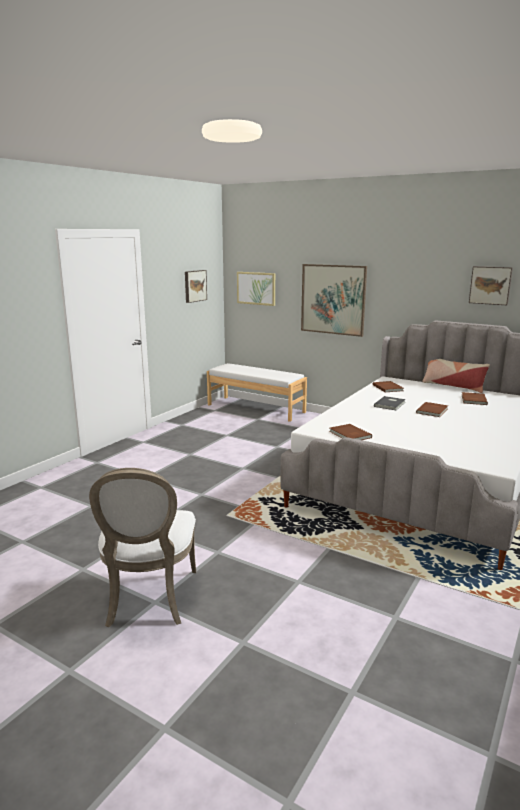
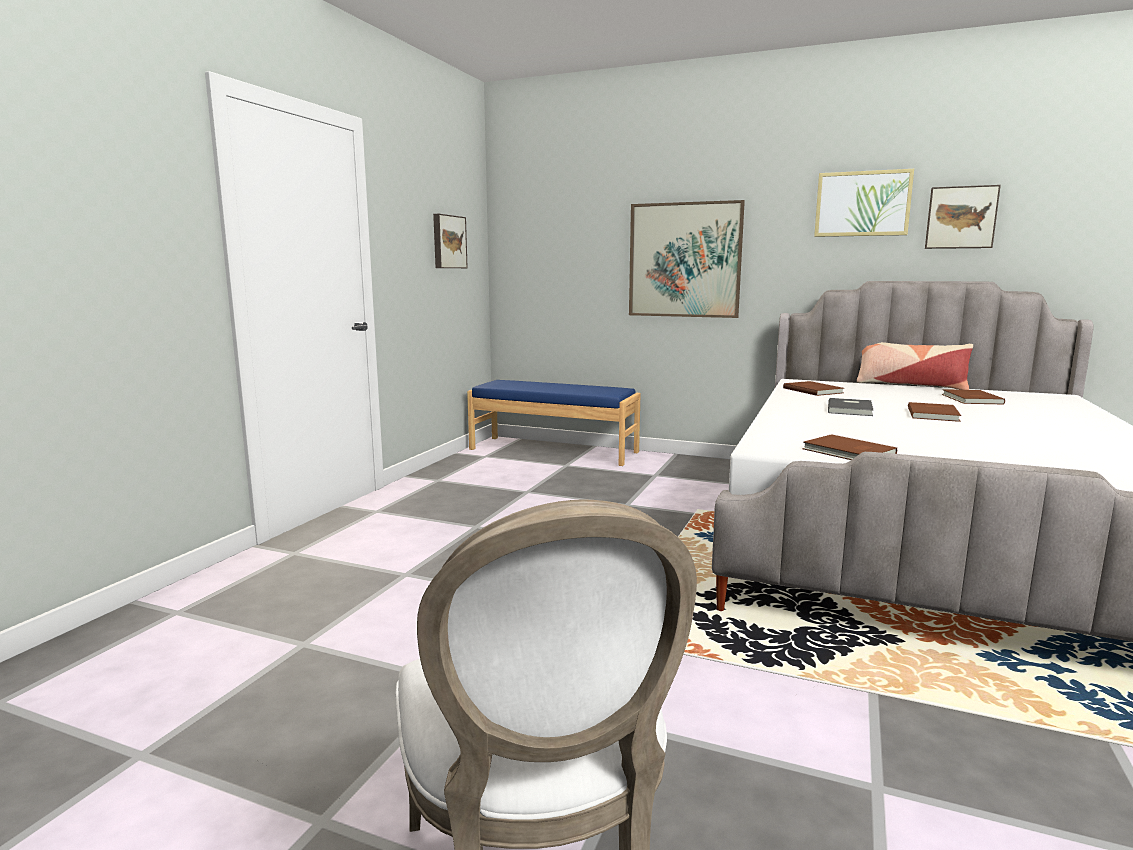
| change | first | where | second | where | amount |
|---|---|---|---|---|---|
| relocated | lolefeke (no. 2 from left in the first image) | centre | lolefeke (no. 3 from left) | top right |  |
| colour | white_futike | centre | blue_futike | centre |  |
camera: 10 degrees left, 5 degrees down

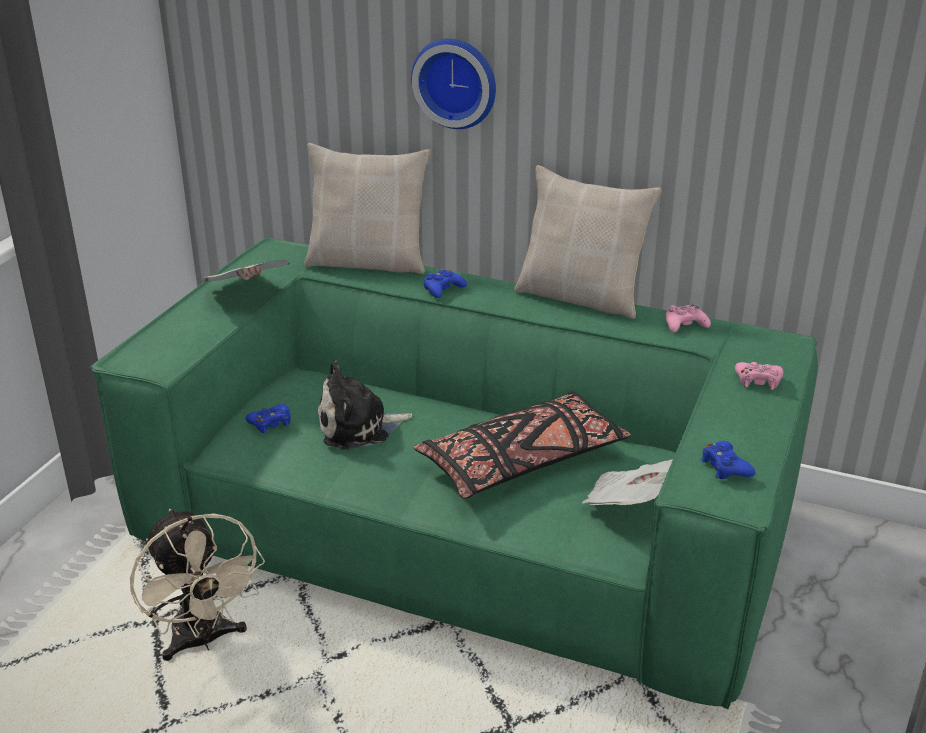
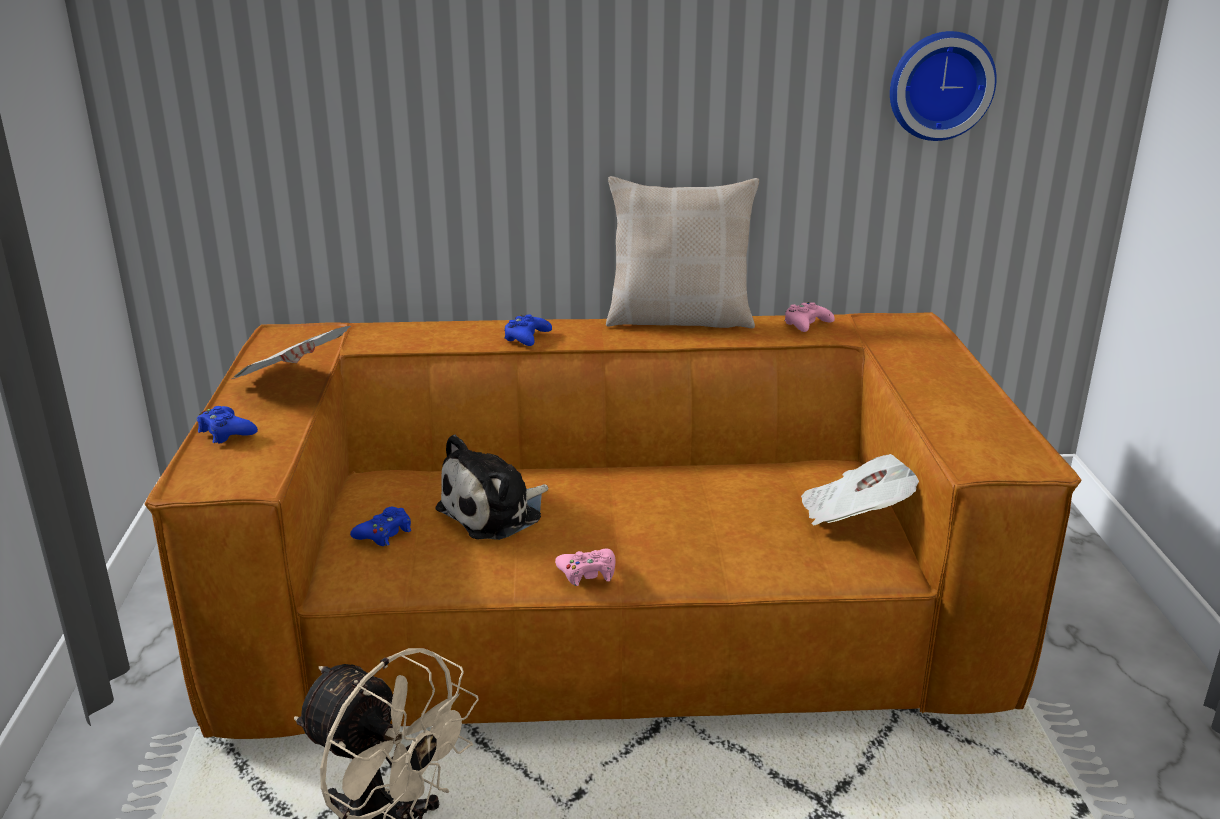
| change | first | where | second | where | amount |
|---|---|---|---|---|---|
| missing | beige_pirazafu (no. 1 from left) | top centre |  |  |  |
| missing | black_pirazafu | centre |  |  |  |
| relocated | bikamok | top centre |  | top right |  |
| relocated | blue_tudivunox (no. 3 from left in the first image) | middle right | blue_tudivunox (no. 1 from left) | middle left |  |
| relocated | pink_tudivunox (no. 2 from left in the first image) | middle right | pink_tudivunox (no. 1 from left) | bottom centre |  |
| colour | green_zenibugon | centre | brown_zenibugon | centre |  |
camera: 25 degrees left, 5 degrees down

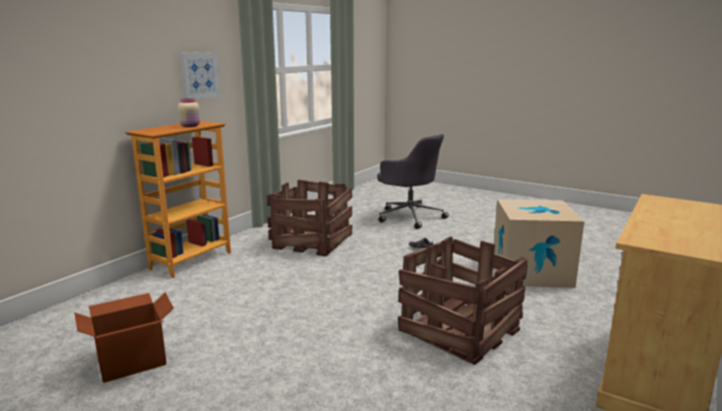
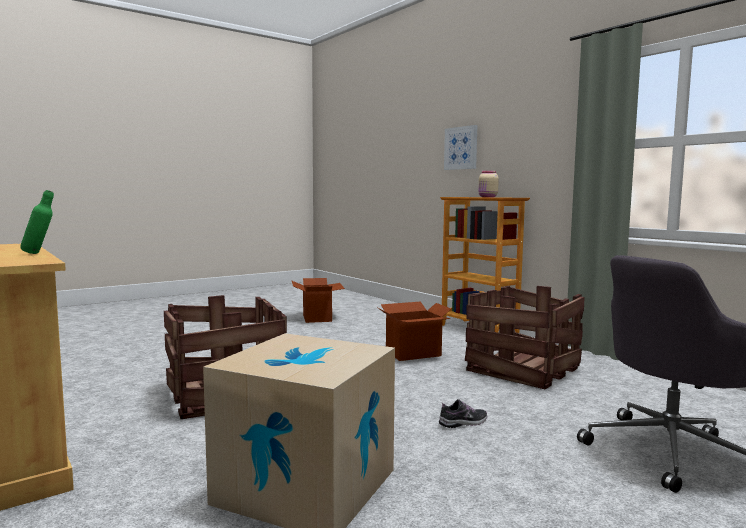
| change | first | where | second | where | amount |
|---|---|---|---|---|---|
| appeared |  |  | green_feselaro | middle left |  |
| appeared |  |  | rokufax (no. 3 from left) | centre |  |
| relocated | lolefeke | top left |  | top centre |  |
camera: 110 degrees right, 10 degrees down

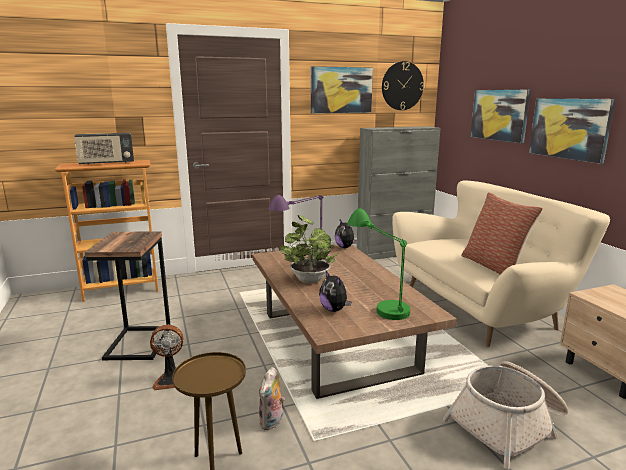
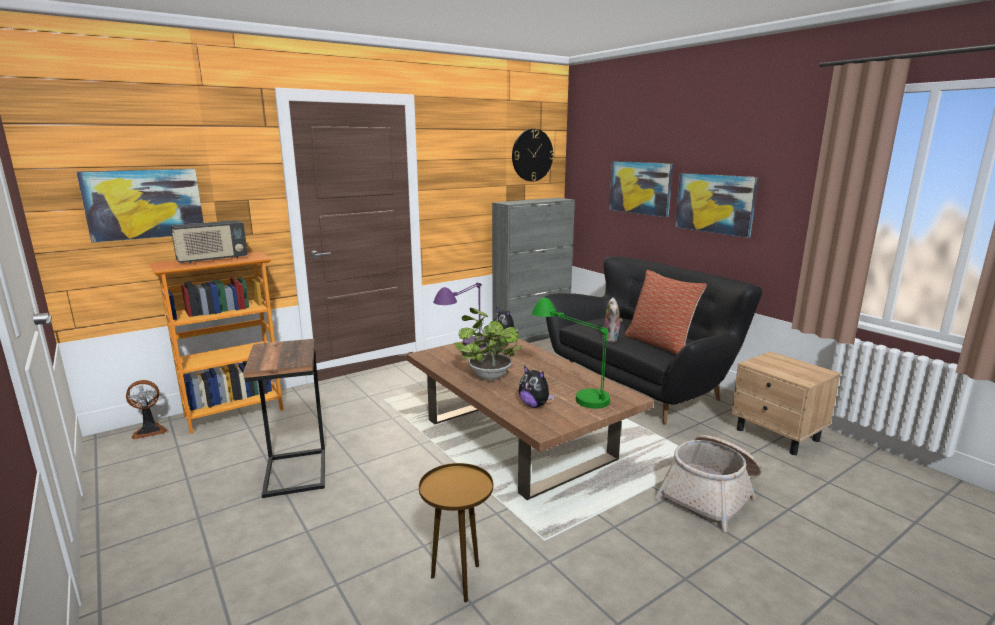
| change | first | where | second | where | amount |
|---|---|---|---|---|---|
| relocated | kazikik | bottom left |  | middle left |  |
| relocated | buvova (no. 1 from left in the first image) | bottom centre | buvova (no. 3 from left) | centre |  |
| relocated | lolefeke (no. 1 from left) | top centre |  | top left |  |
| colour | beige_zenibugon | middle right | black_zenibugon | centre |  |
camera: 15 degrees left, 0 degrees up

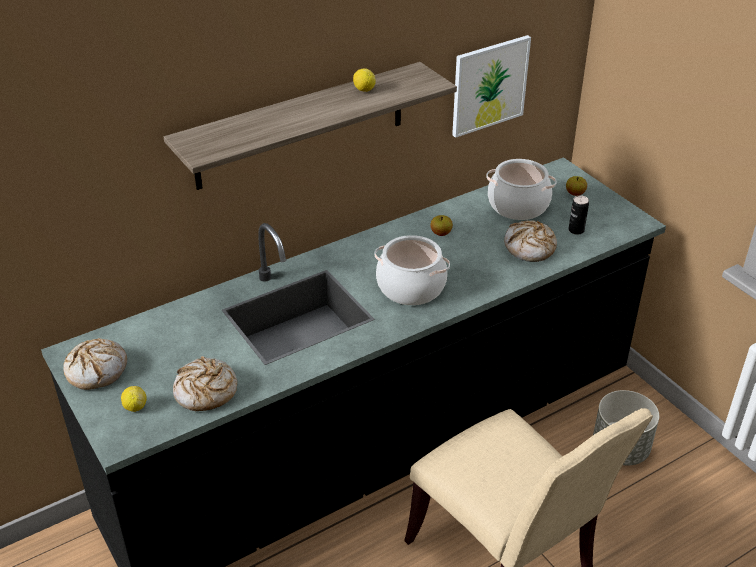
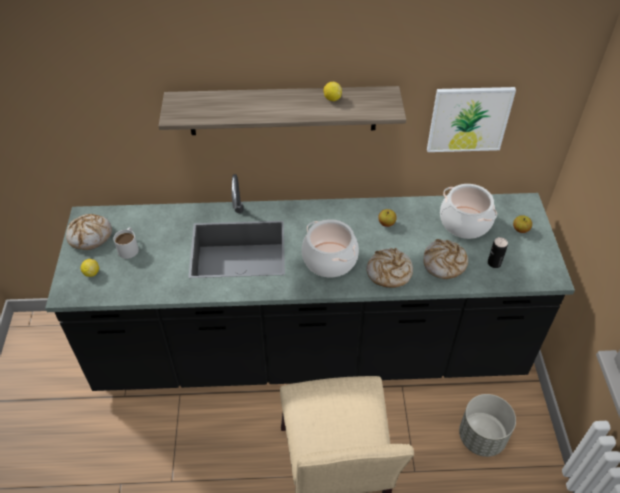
| change | first | where | second | where | amount |
|---|---|---|---|---|---|
| appeared |  |  | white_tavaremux | middle left |  |
| relocated | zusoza (no. 2 from left) | bottom left |  | centre |  |
camera: 30 degrees right, 10 degrees up

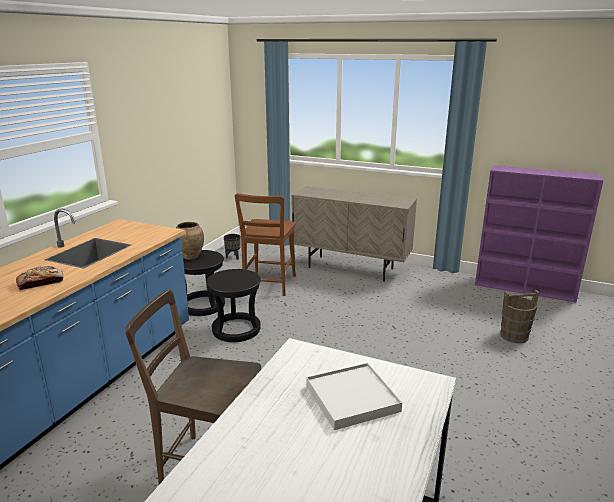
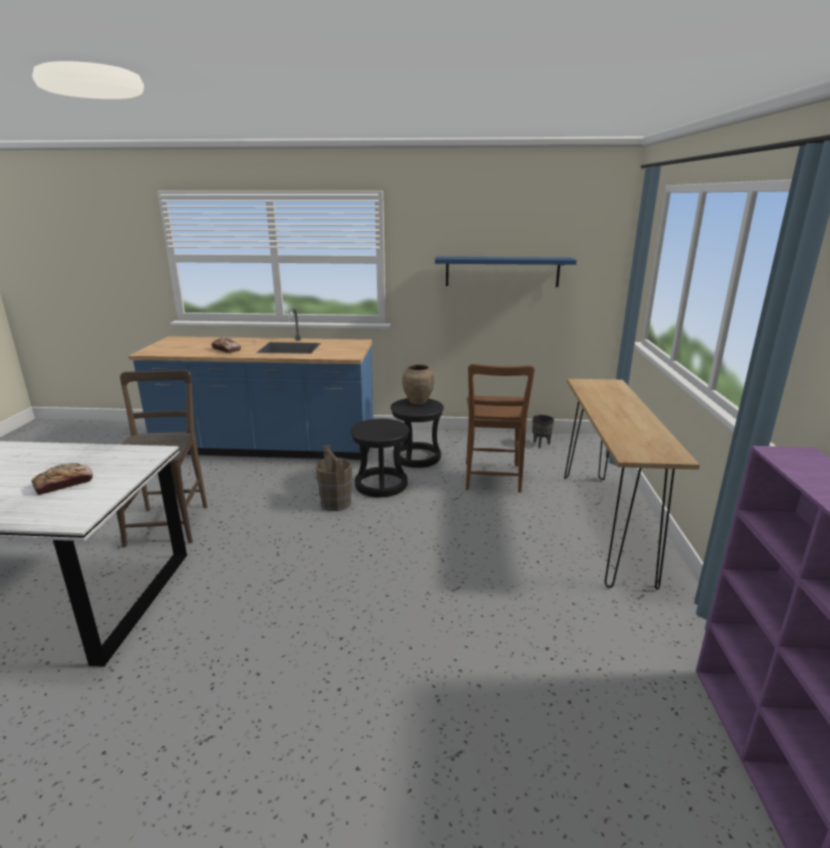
| change | first | where | second | where | amount |
|---|---|---|---|---|---|
| appeared |  |  | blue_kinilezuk | top centre |  |
| relocated | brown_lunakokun | middle right |  | centre |  |
| exchanged | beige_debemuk | centre | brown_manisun | middle right |  |
| exchanged | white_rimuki | bottom centre | zusoza (no. 1 from left) | middle left |  |
| spun | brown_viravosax (no. 2 from left) | centre |  | centre | 75 degrees counterclockwise |
camera: 70 degrees right, 0 degrees up

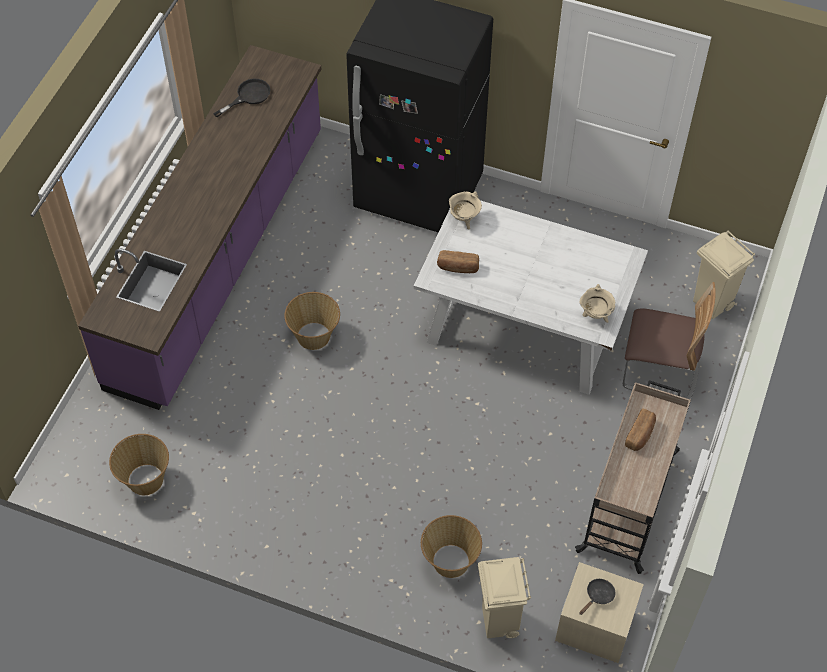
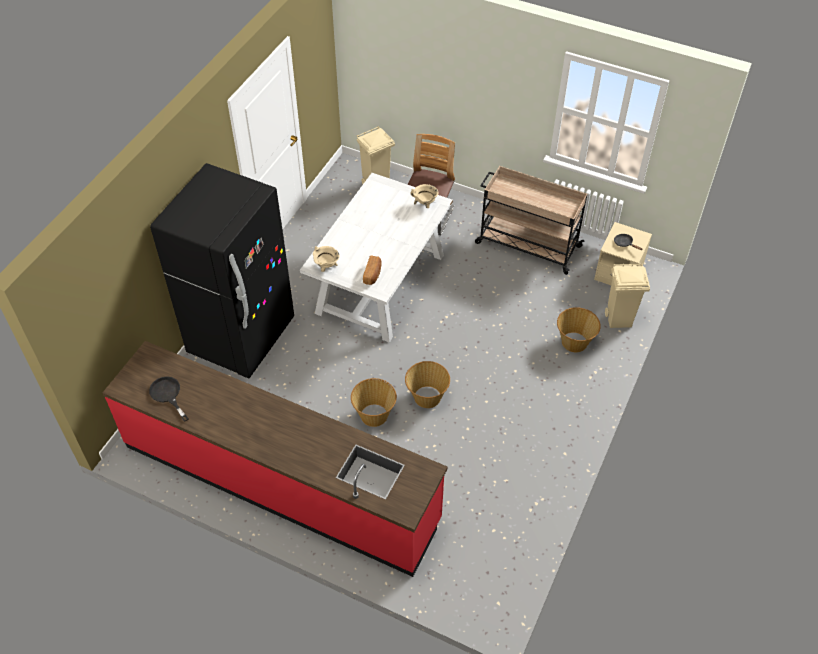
| change | first | where | second | where | amount |
|---|---|---|---|---|---|
| missing | zusoza (no. 2 from left) | middle right |  |  |  |
| relocated | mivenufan (no. 1 from left in the first image) | bottom left | mivenufan (no. 2 from left) | centre |  |
| colour | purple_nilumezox | middle left | red_nilumezox | bottom centre |  |
camera: 85 degrees left, 5 degrees down

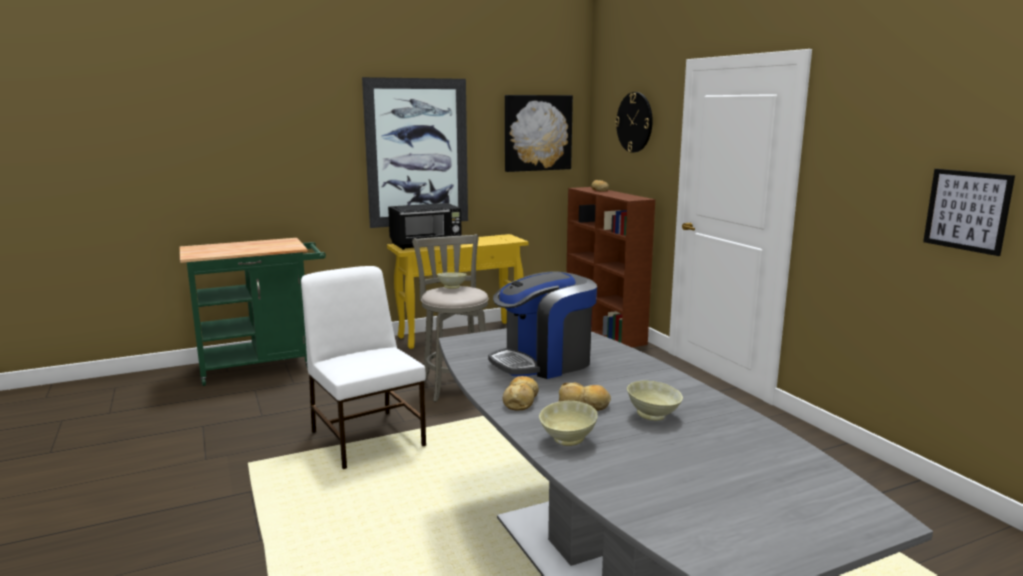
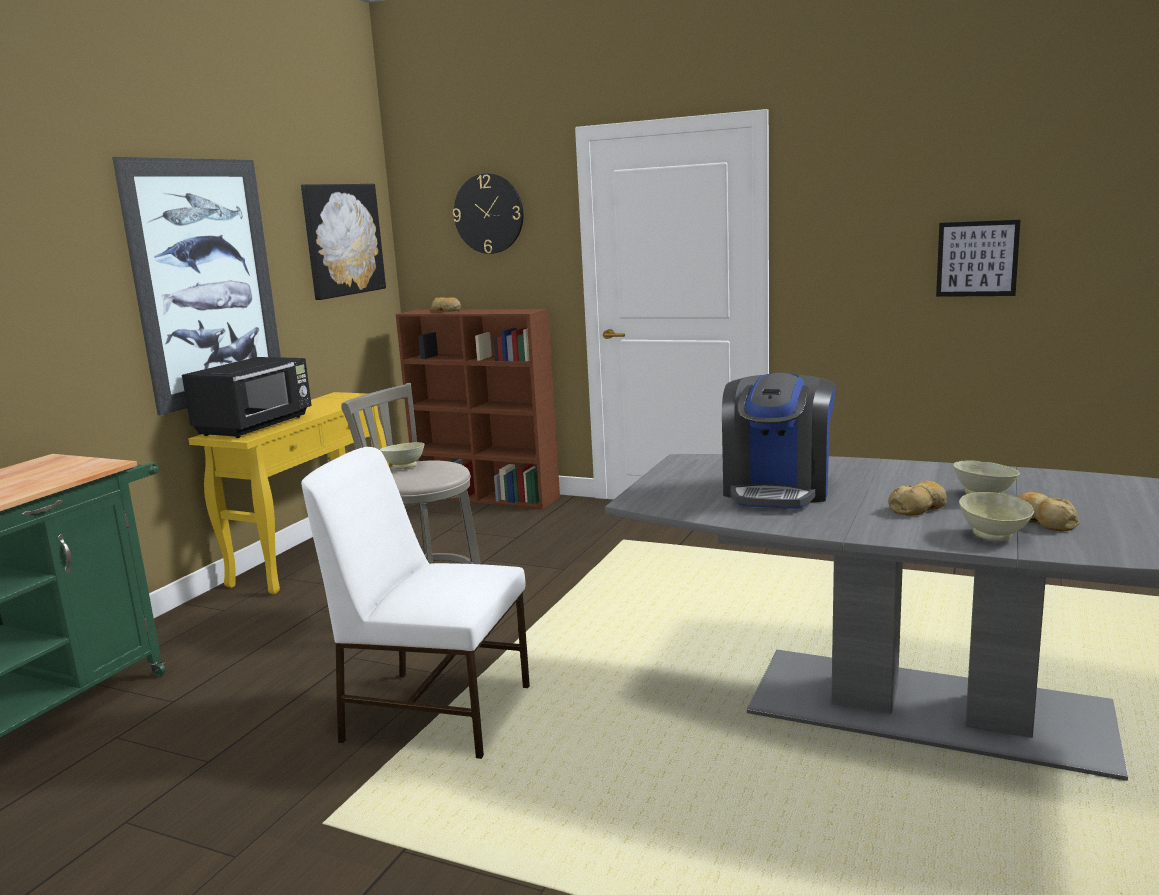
| change | first | where | second | where | amount |
|---|---|---|---|---|---|
| relocated | zusoza (no. 1 from left in the first image) | bottom centre | zusoza (no. 3 from left) | middle right |  |
camera: 40 degrees left, 0 degrees up

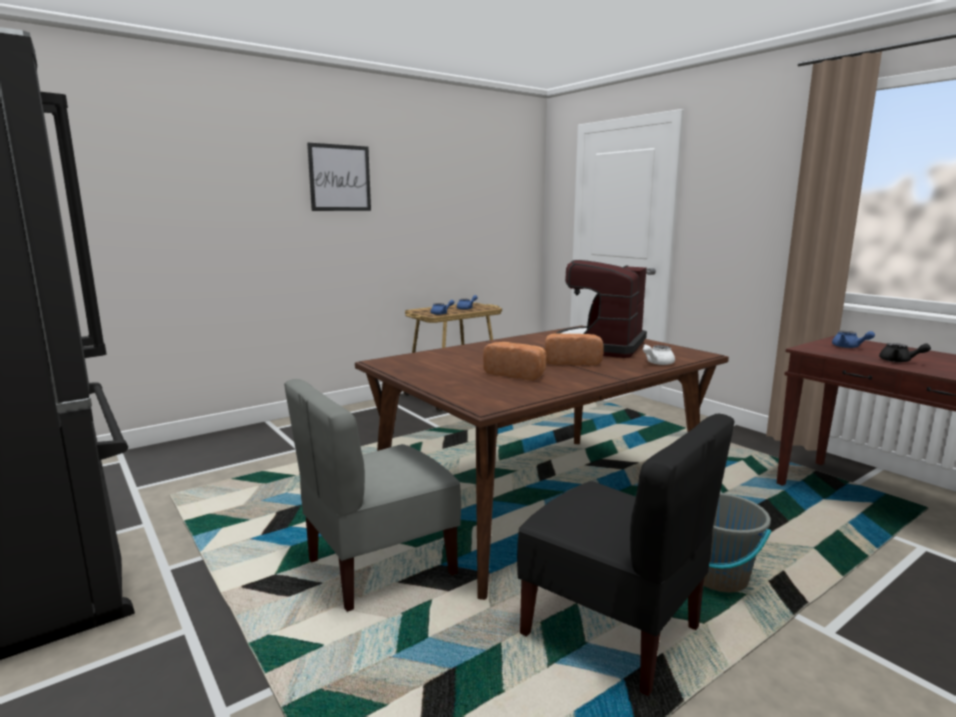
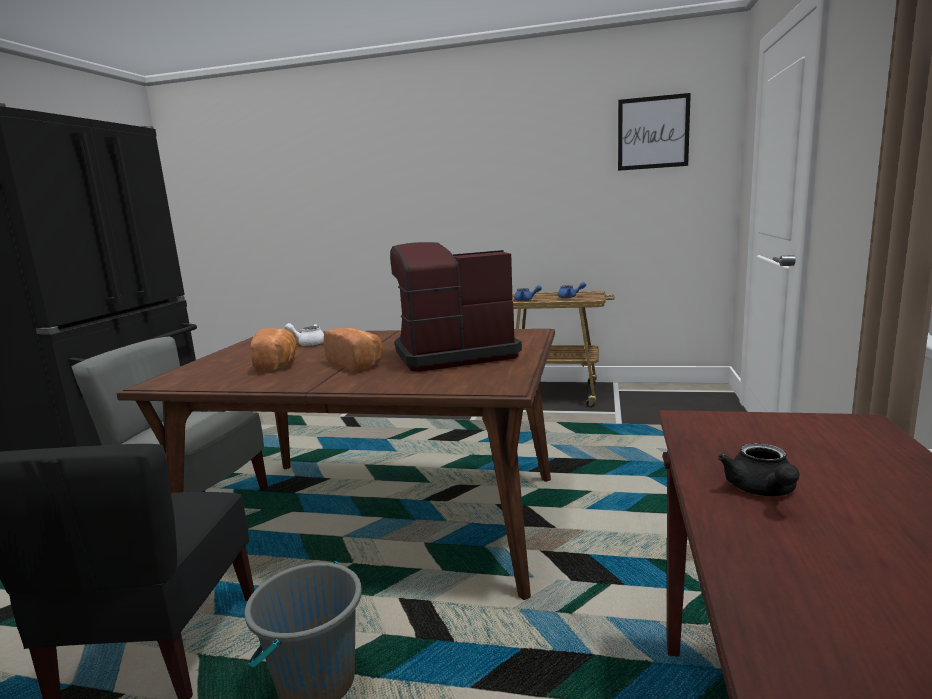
| change | first | where | second | where | amount |
|---|---|---|---|---|---|
| missing | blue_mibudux (no. 3 from left) | middle right |  |  |  |
| relocated | lolefeke | top centre |  | top right |  |
| relocated | white_mibudux | middle right |  | middle left |  |
camera: 50 degrees right, 0 degrees up

